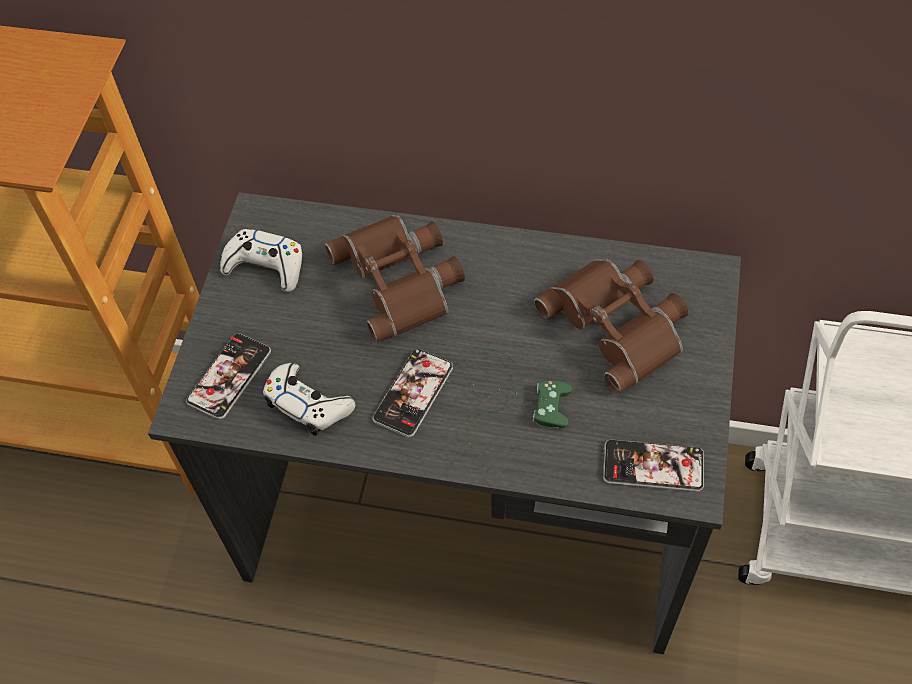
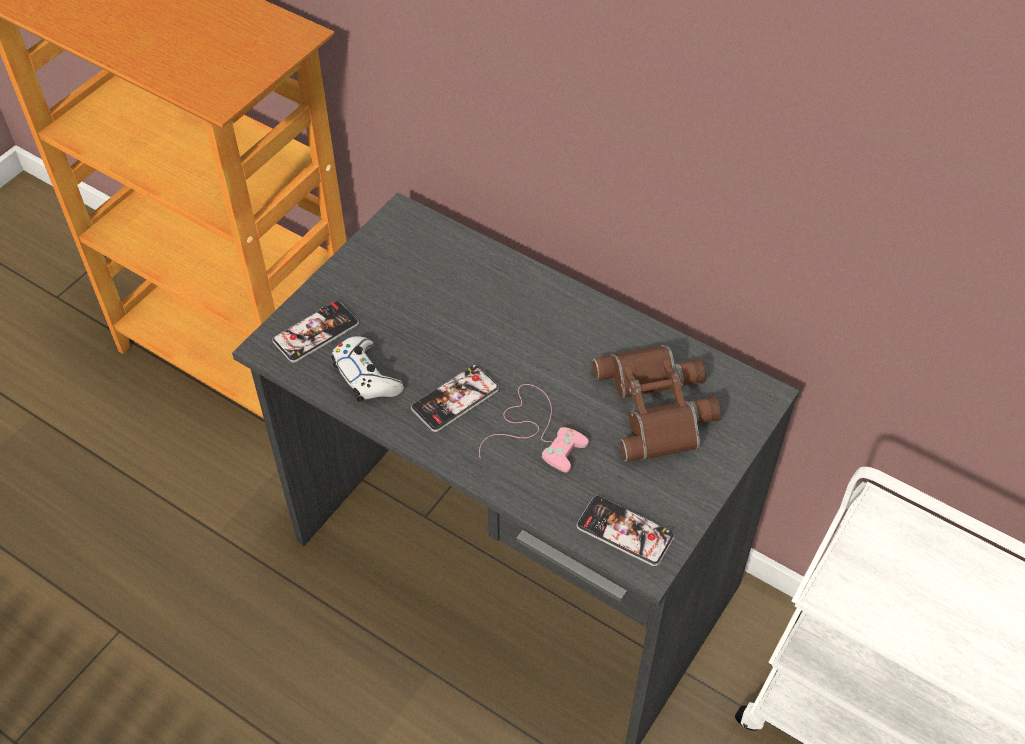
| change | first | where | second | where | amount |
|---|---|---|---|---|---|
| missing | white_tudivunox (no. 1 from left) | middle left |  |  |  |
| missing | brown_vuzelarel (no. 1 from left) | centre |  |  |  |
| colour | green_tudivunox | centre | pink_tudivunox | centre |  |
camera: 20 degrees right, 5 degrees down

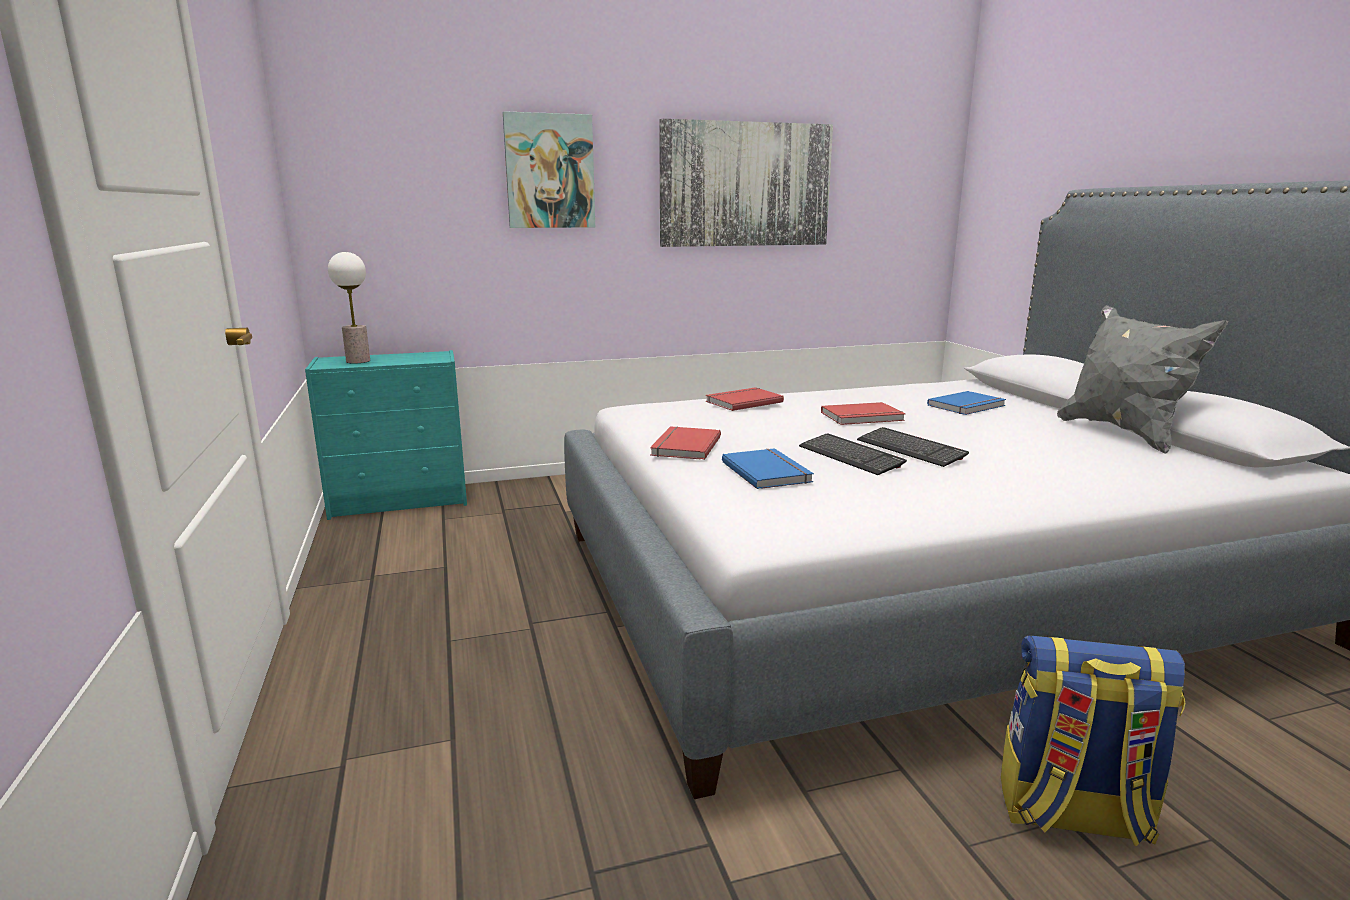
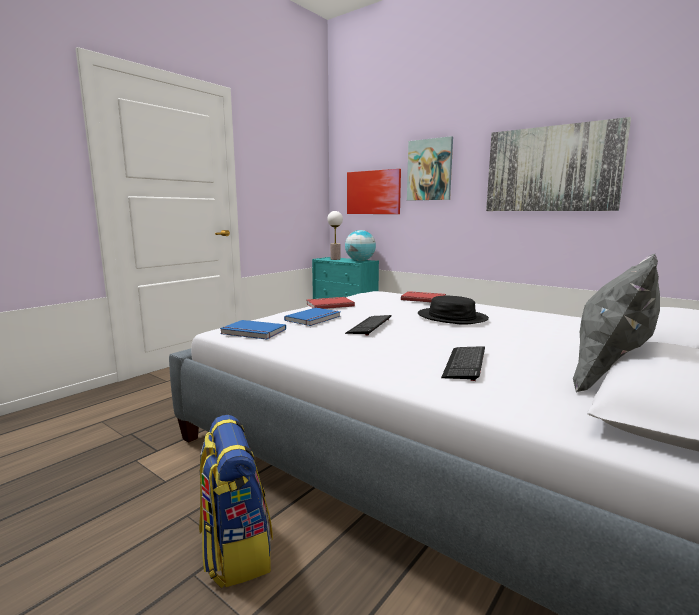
| change | first | where | second | where | amount |
|---|---|---|---|---|---|
| appeared |  |  | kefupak | centre |  |
| appeared |  |  | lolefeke (no. 1 from left) | top centre |  |
| relocated | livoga (no. 2 from left) | middle right |  | centre |  |
| relocated | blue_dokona (no. 2 from left in the first image) | middle right | blue_dokona (no. 1 from left) | centre |  |
| exchanged | red_dokona (no. 3 from left) | centre | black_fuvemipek | centre |  |
camera: 55 degrees right, 5 degrees down

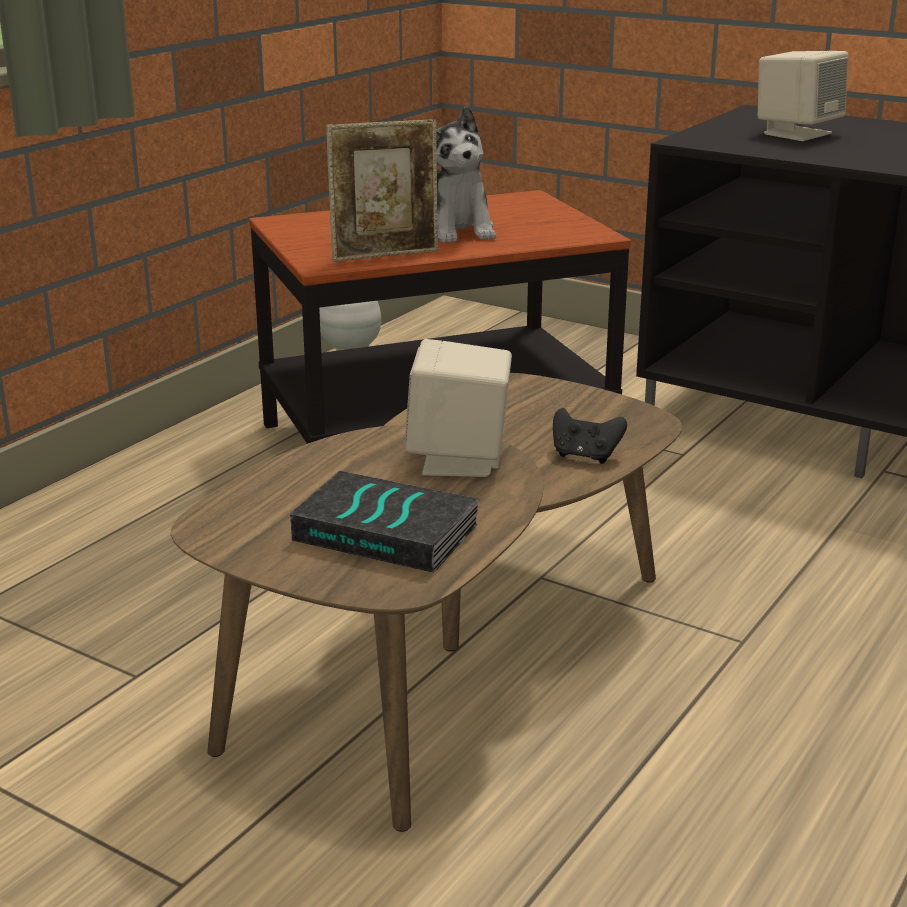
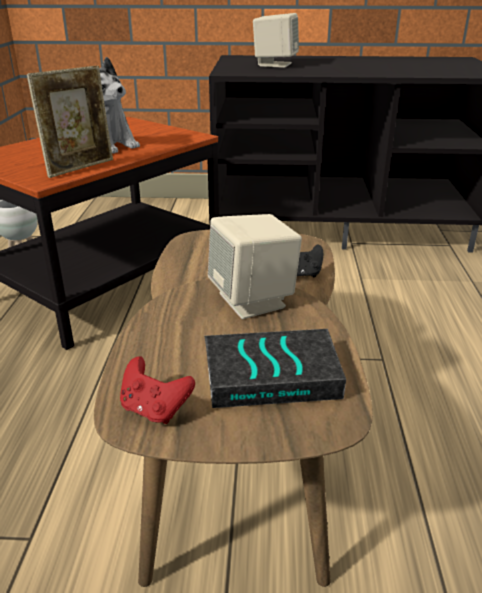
| change | first | where | second | where | amount |
|---|---|---|---|---|---|
| appeared |  |  | red_tudivunox | middle left |  |
camera: 30 degrees left, 5 degrees up

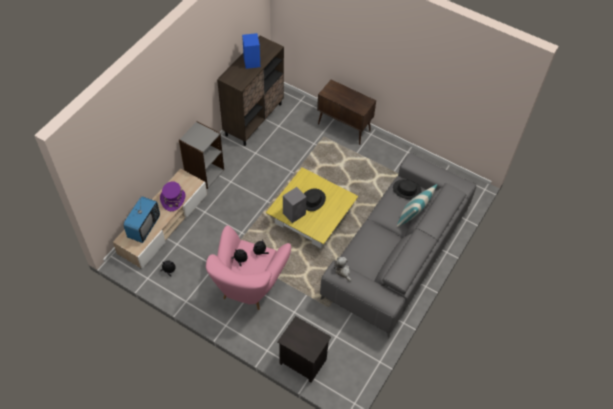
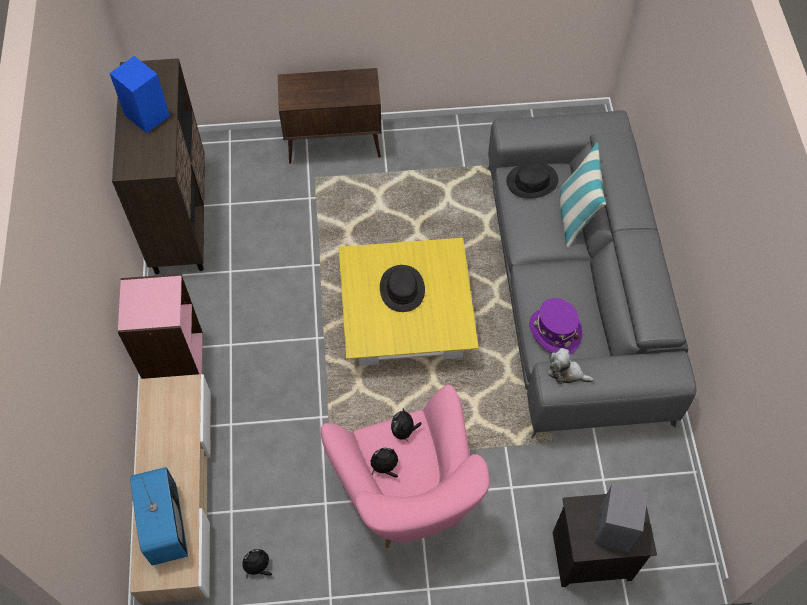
| change | first | where | second | where | amount |
|---|---|---|---|---|---|
| relocated | purple_fuvemipek | middle left |  | middle right |  |
| relocated | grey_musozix | centre |  | bottom right |  |
| colour | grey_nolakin | middle left | pink_nolakin | middle left |  |
camera: 35 degrees left, 5 degrees up

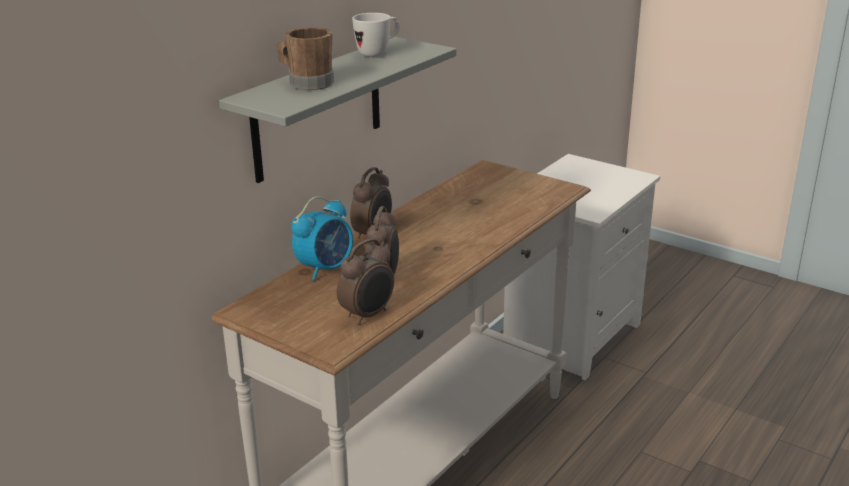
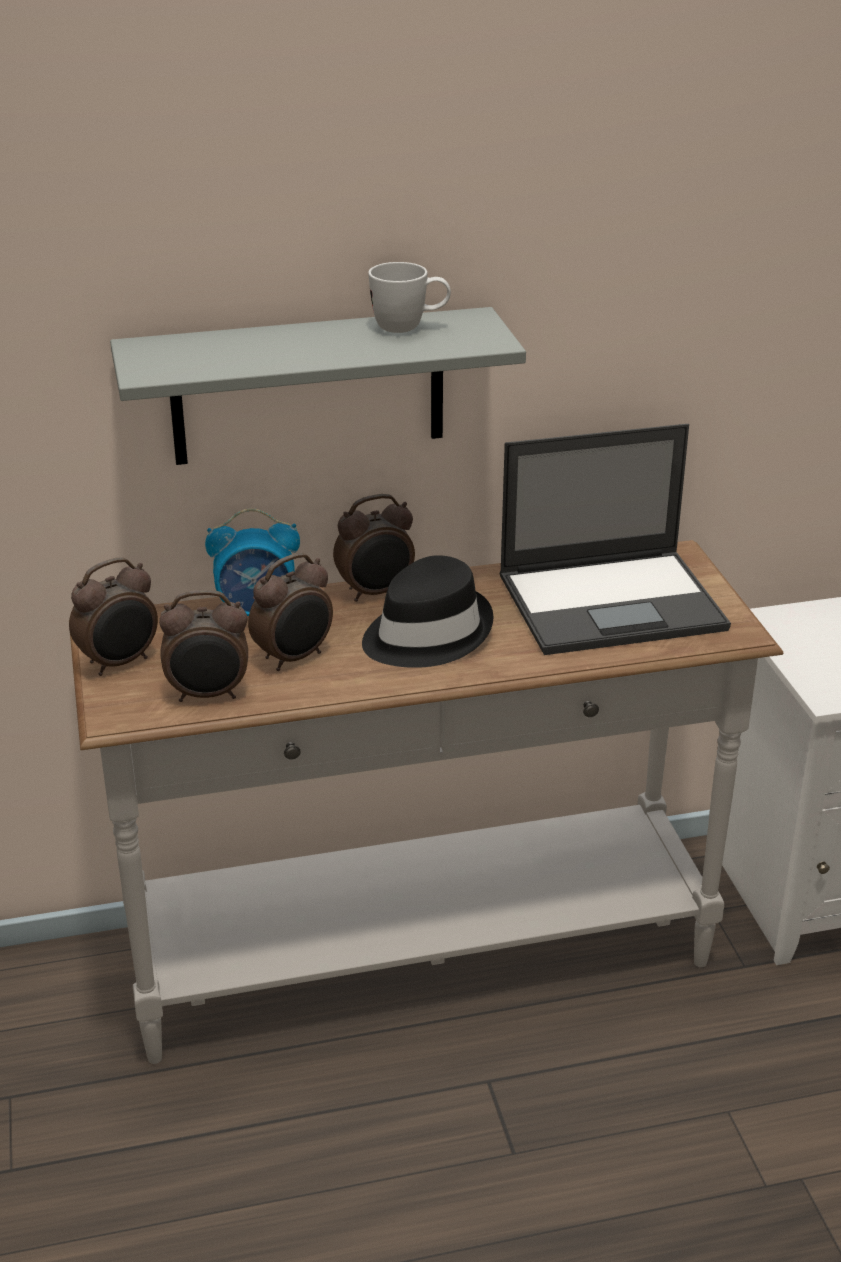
| change | first | where | second | where | amount |
|---|---|---|---|---|---|
| missing | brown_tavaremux | top centre |  |  |  |
| appeared |  |  | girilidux (no. 1 from left) | middle left |  |
| appeared |  |  | black_fuvemipek | centre |  |
| appeared |  |  | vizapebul | middle right |  |
camera: 40 degrees right, 5 degrees up

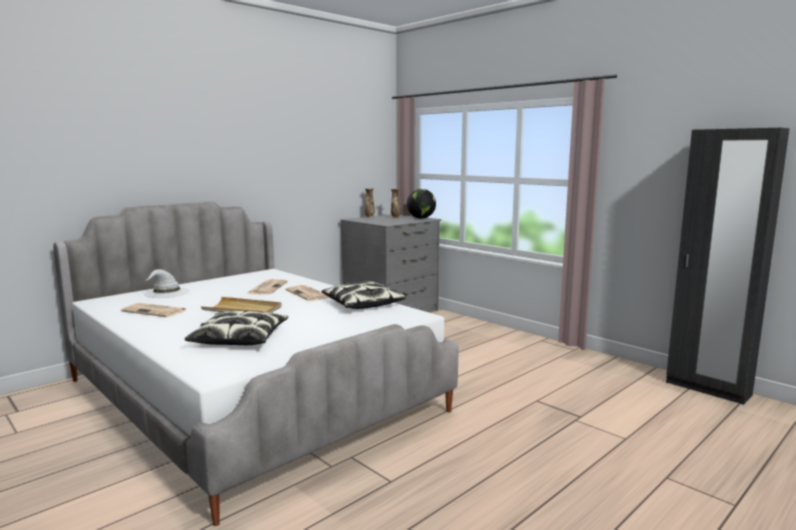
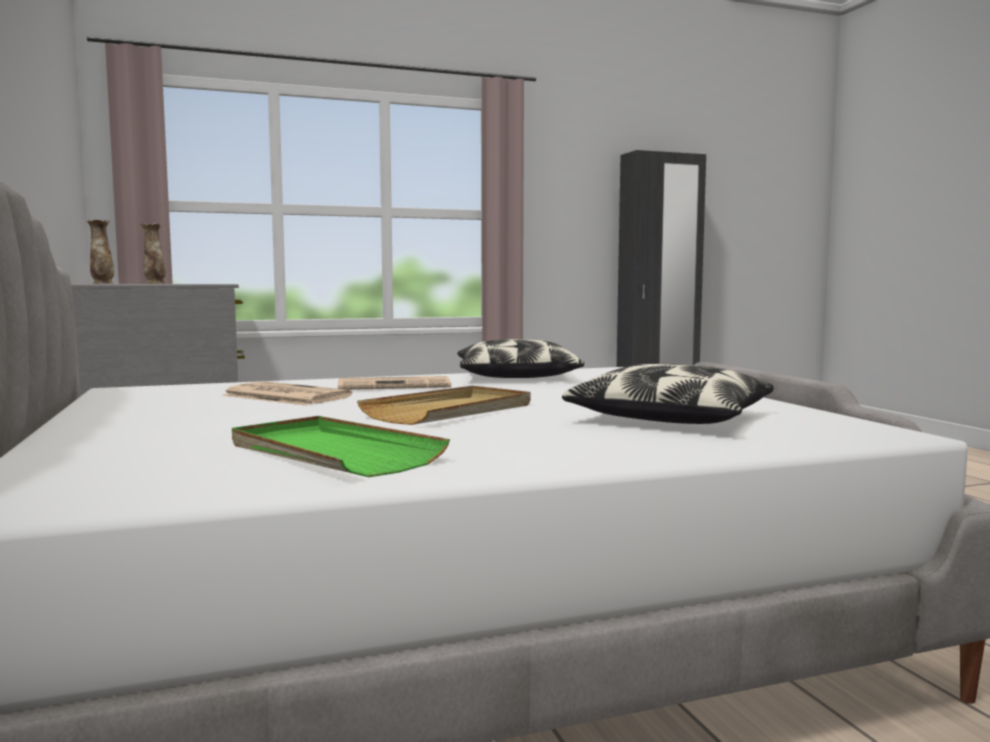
| change | first | where | second | where | amount |
|---|---|---|---|---|---|
| missing | white_fuvemipek | middle left |  |  |  |
| missing | kefupak | centre |  |  |  |
| exchanged | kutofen (no. 1 from left) | middle left | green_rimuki | centre |  |
camera: 65 degrees left, 5 degrees down

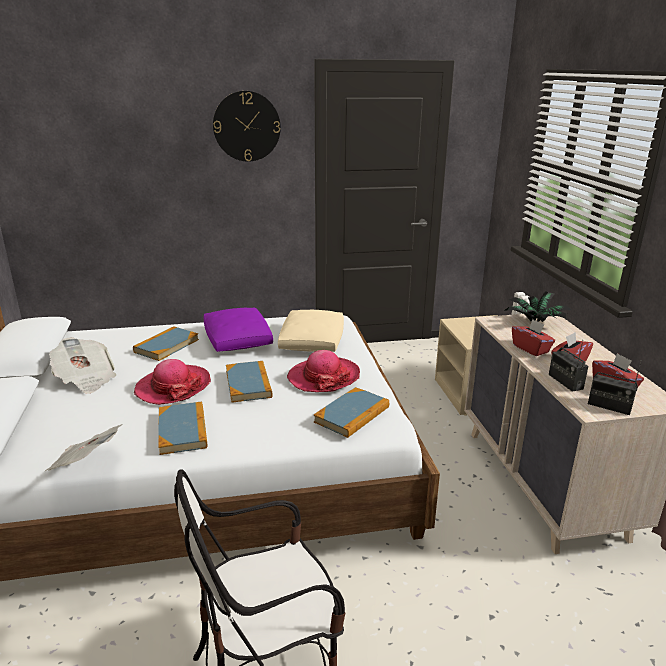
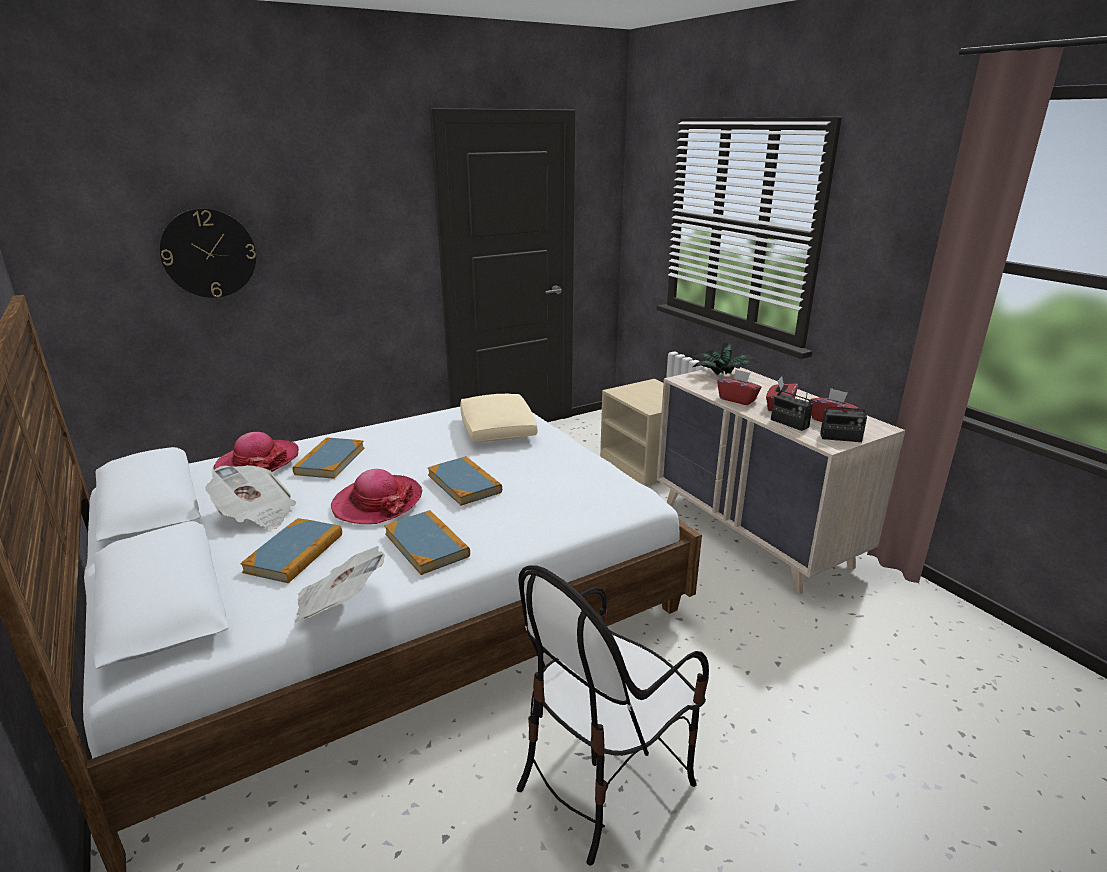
| change | first | where | second | where | amount |
|---|---|---|---|---|---|
| missing | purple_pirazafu | centre |  |  |  |
| relocated | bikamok | top centre |  | top left |  |
| relocated | fuvemipek (no. 2 from left in the first image) | centre | fuvemipek (no. 1 from left) | middle left |  |
| relocated | dokona (no. 4 from left in the first image) | centre | dokona (no. 1 from left) | middle left |  |
camera: 20 degrees left, 0 degrees up

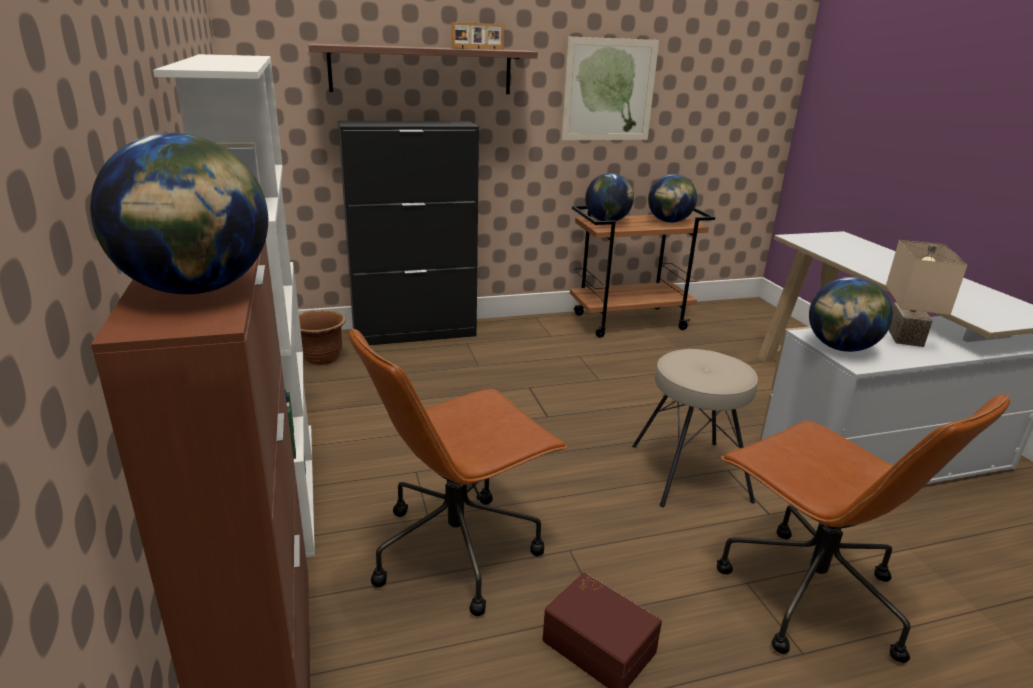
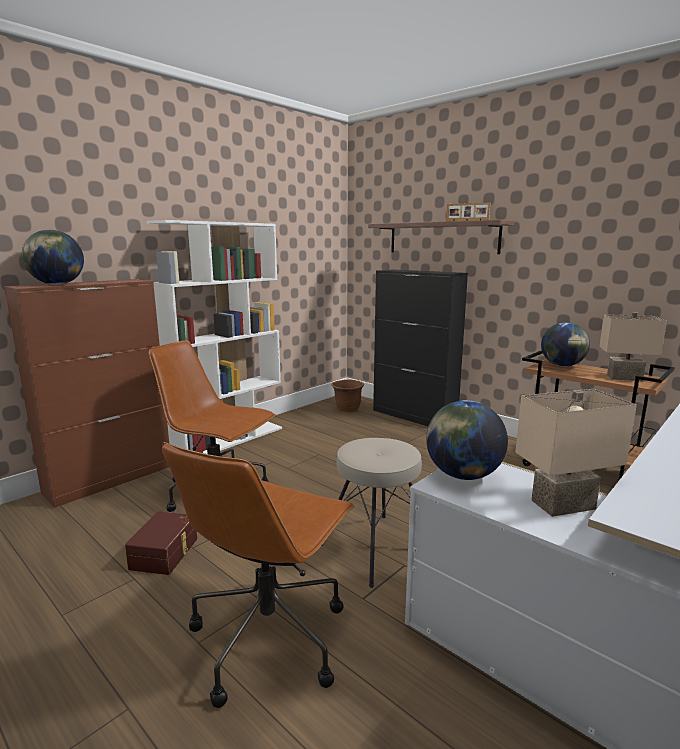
| change | first | where | second | where | amount |
|---|---|---|---|---|---|
| missing | lolefeke | top centre |  |  |  |
| exchanged | kefupak (no. 3 from left) | top centre | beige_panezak (no. 2 from left) | middle right |  |
camera: 60 degrees right, 10 degrees down

